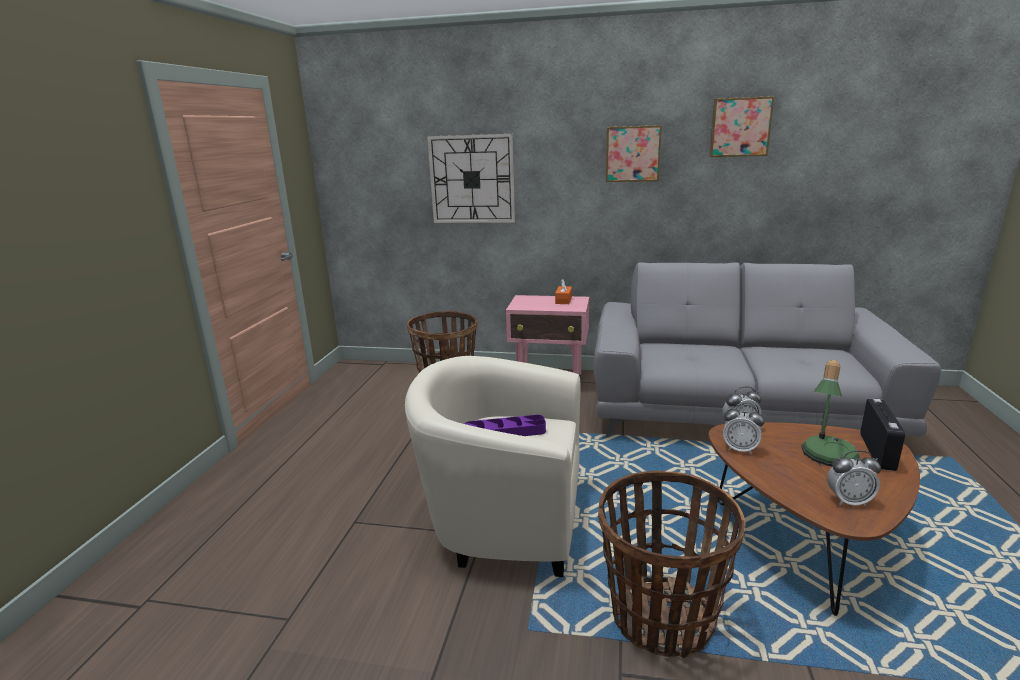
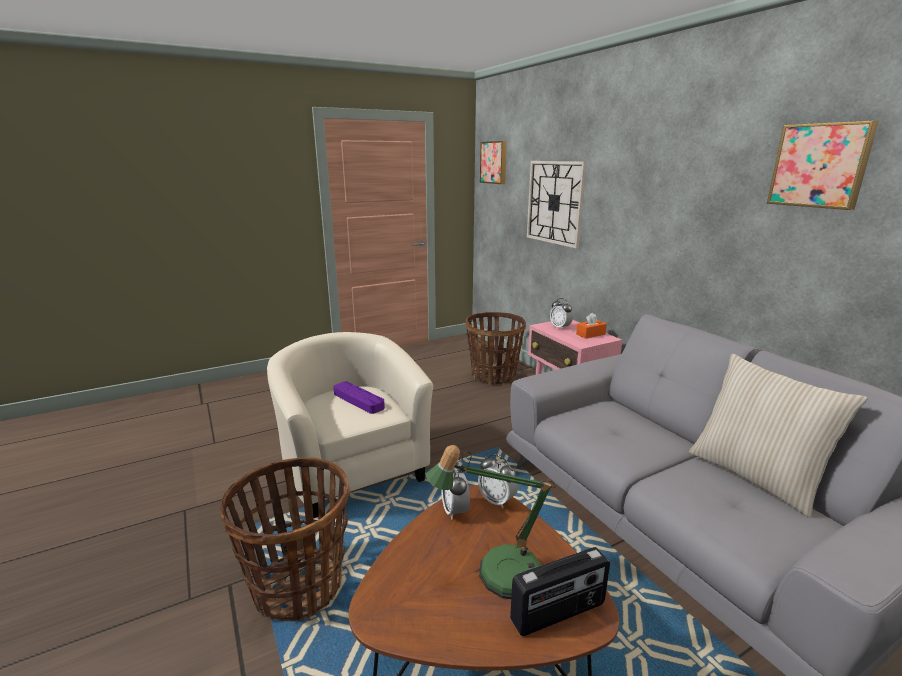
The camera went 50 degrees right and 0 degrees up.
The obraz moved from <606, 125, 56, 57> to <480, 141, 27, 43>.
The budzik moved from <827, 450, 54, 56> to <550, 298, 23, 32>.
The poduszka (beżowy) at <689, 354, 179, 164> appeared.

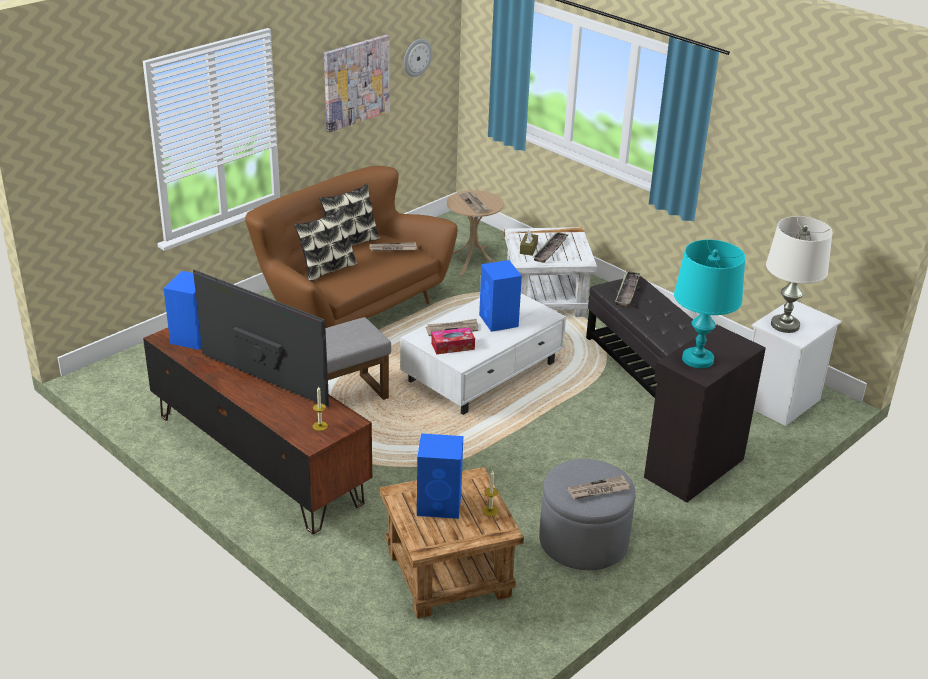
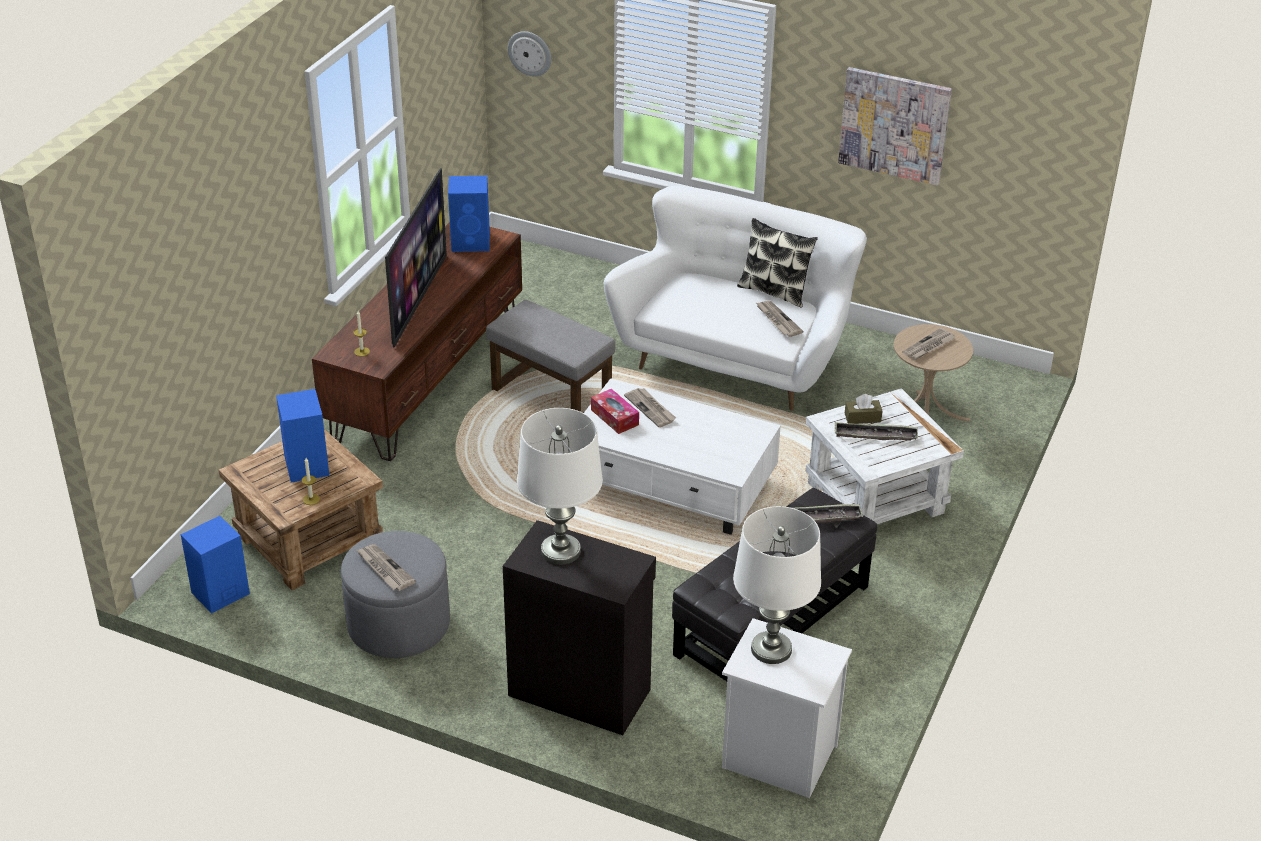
The camera went 70 degrees right and 5 degrees up.
The zegar ścienny moved from <404, 39, 28, 38> to <508, 31, 43, 45>.
The kanapa (brązowy) at <245, 166, 213, 162> became the kanapa (biały) at <604, 185, 263, 226>.
The poduszka at <294, 207, 63, 75> disappeared.
The lampa stołowa (turkusowy) at <674, 240, 71, 128> became the lampa stołowa (biały) at <517, 408, 86, 157>.
The głośnik (niebieski) moved from <479, 260, 43, 72> to <181, 516, 69, 97>.

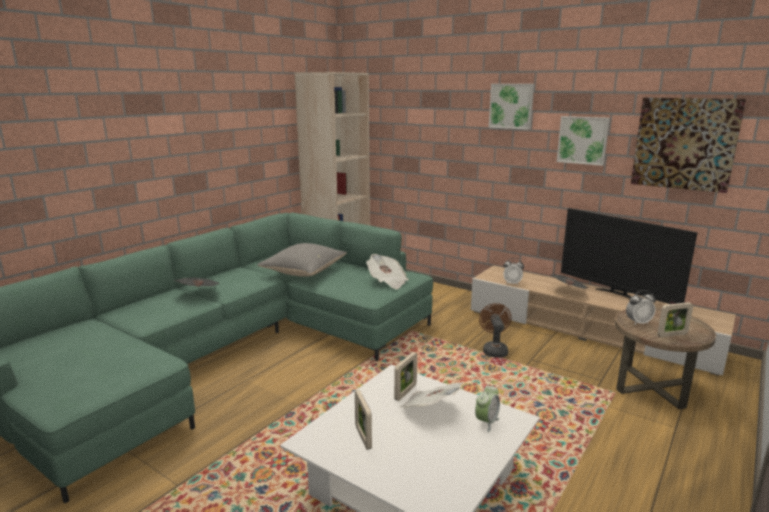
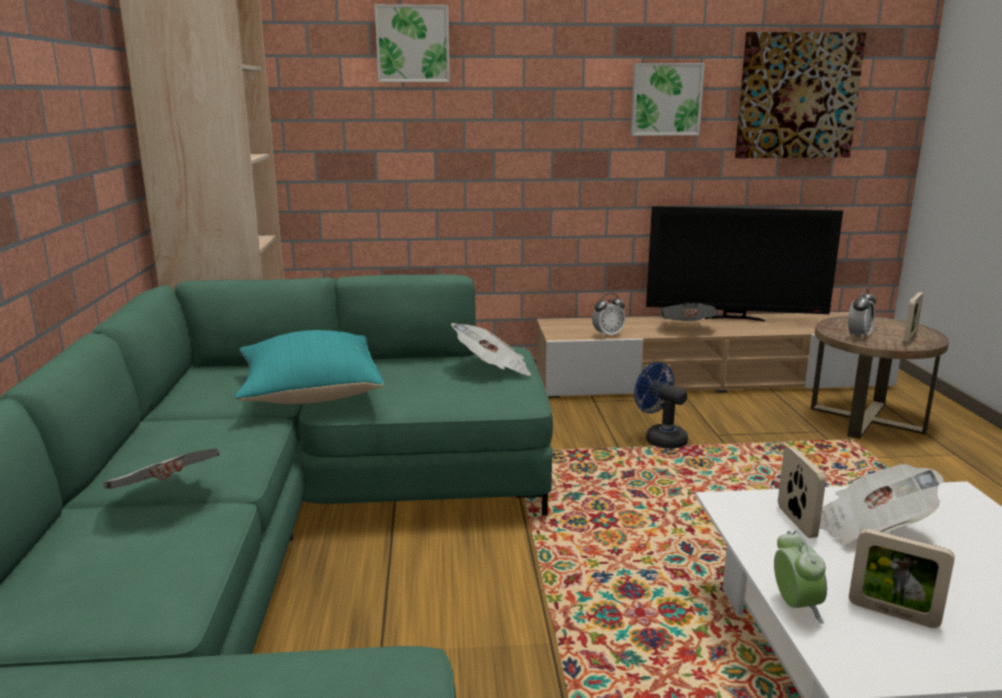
The camera went 40 degrees left and 0 degrees up.
The obraz moved from <489, 84, 45, 46> to <375, 4, 75, 78>.
The poduszka (szary) at <257, 243, 90, 34> became the poduszka (turkusowy) at <235, 330, 148, 74>.
The wentylator (brązowy) at <479, 303, 33, 55> became the wentylator (niebieski) at <634, 362, 54, 87>.
The budzik moved from <475, 384, 25, 48> to <774, 531, 53, 93>.

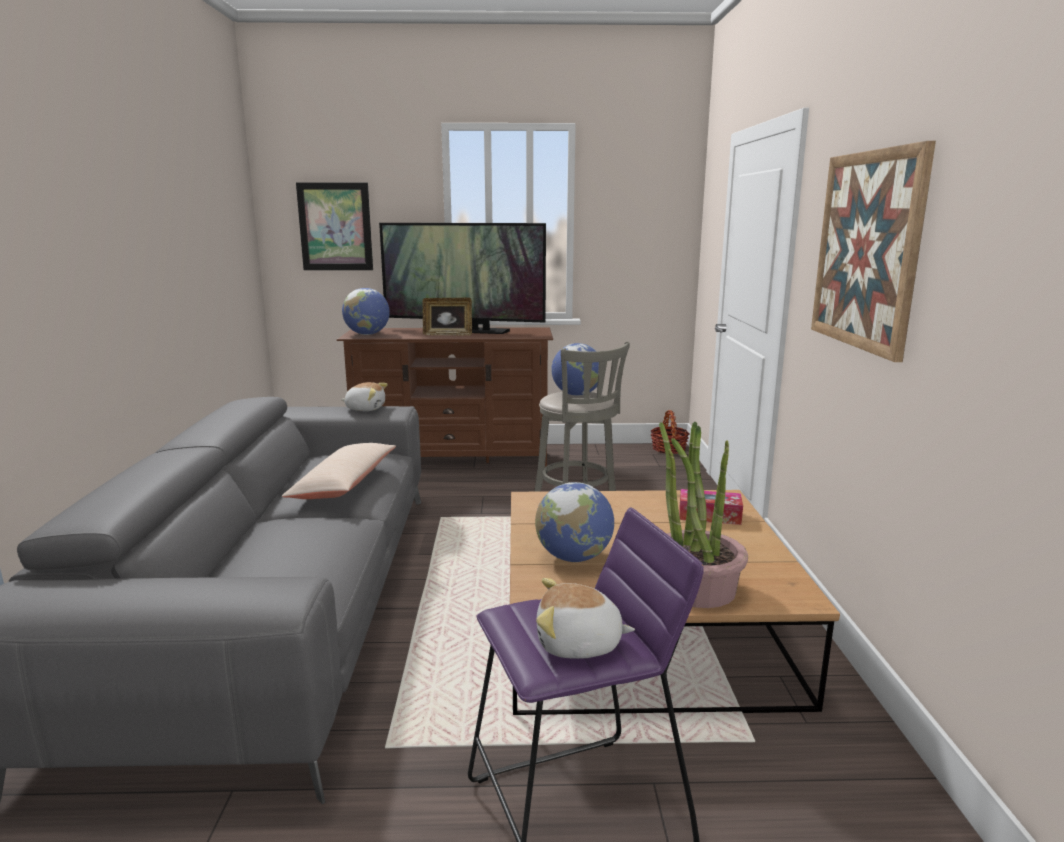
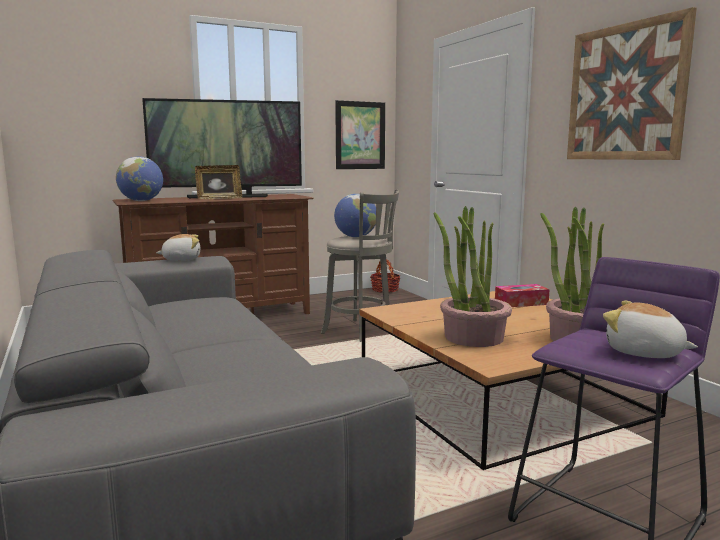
The camera went 25 degrees left and 5 degrees down.
The obraz moved from <296, 182, 77, 88> to <335, 100, 50, 69>.
The poduszka (beżowy) at <282, 443, 114, 56> disappeared.
The globus at <535, 482, 79, 80> was replaced by the roślina doniczkowa at <433, 206, 79, 141>.
The pluszak at <536, 578, 99, 81> turned 60 degrees clockwise.

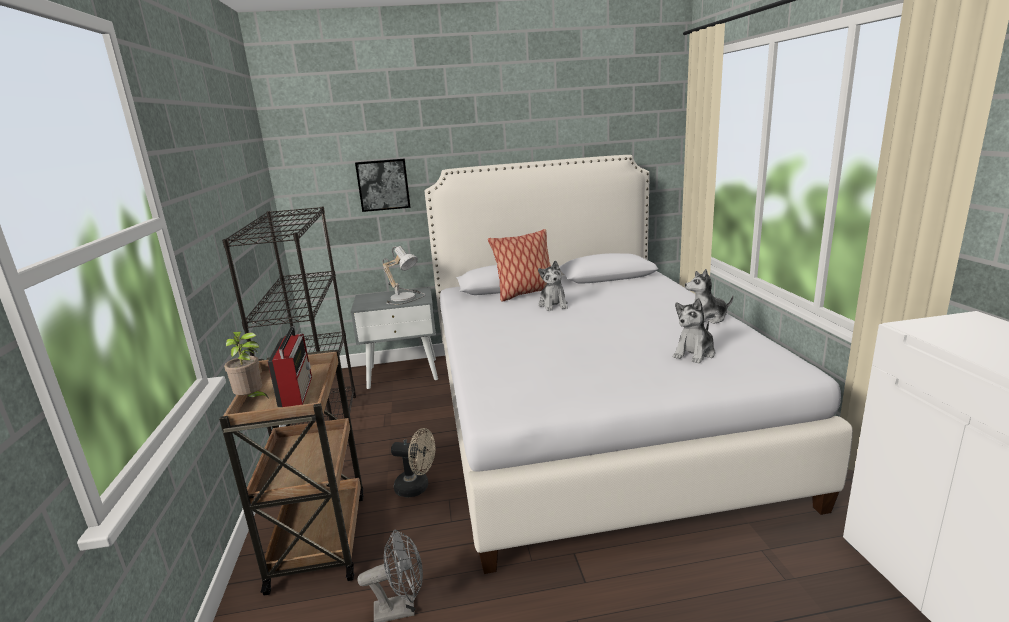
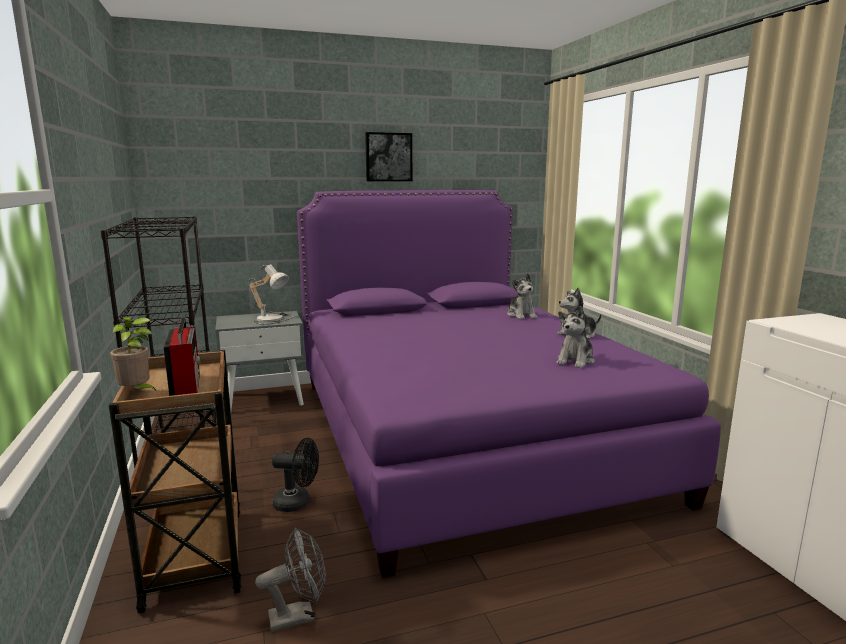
The camera went 10 degrees left and 5 degrees down.
The łóżko (biały) at <425, 155, 428, 419> became the łóżko (fioletowy) at <297, 190, 424, 388>.
The obraz moved from <355, 159, 55, 53> to <365, 132, 47, 49>.
The poduszka at <488, 229, 63, 73> disappeared.
The pluszak moved from <538, 260, 30, 51> to <507, 273, 30, 46>.
The wentylator (beżowy) at <391, 428, 44, 69> became the wentylator (czarny) at <272, 438, 47, 74>.

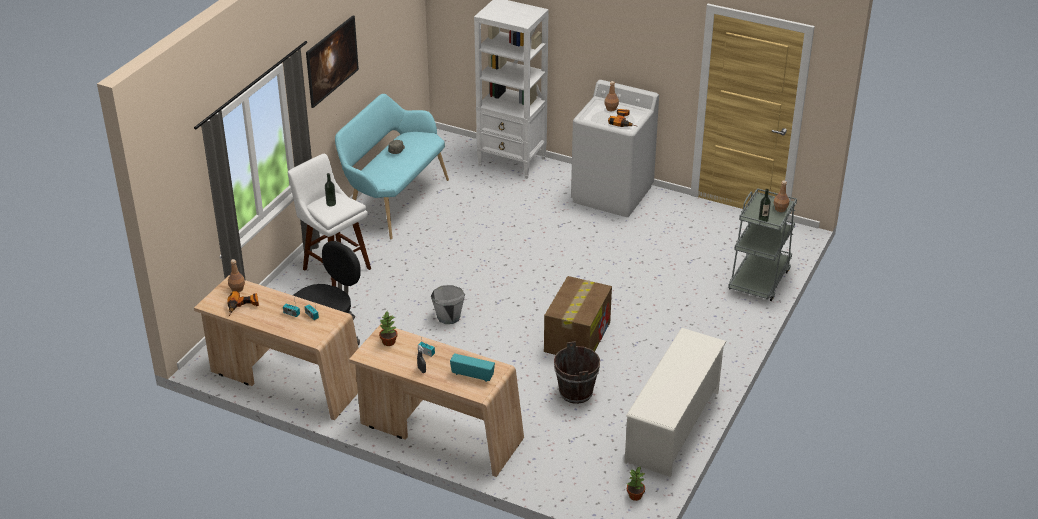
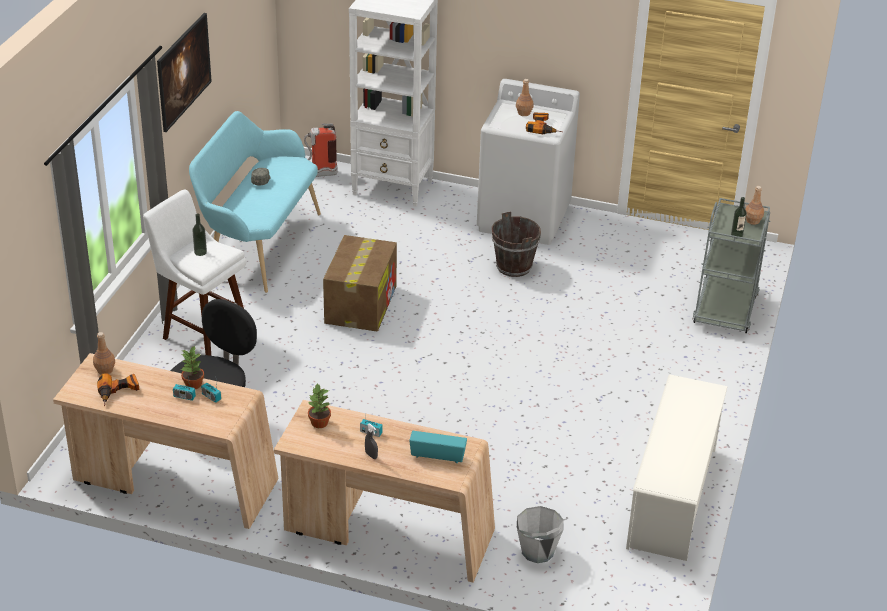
The camera went 10 degrees left and 0 degrees up.
The karton moved from <544, 276, 68, 79> to <323, 235, 74, 97>.
The wiadro (szary) moved from <431, 285, 34, 39> to <517, 506, 47, 57>.
The wiadro (brązowy) moved from <554, 341, 46, 63> to <492, 211, 49, 66>.
The roślina doniczkowa moved from <627, 466, 18, 35> to <181, 346, 23, 43>.
The gaśnica at <304, 123, 34, 54> appeared.

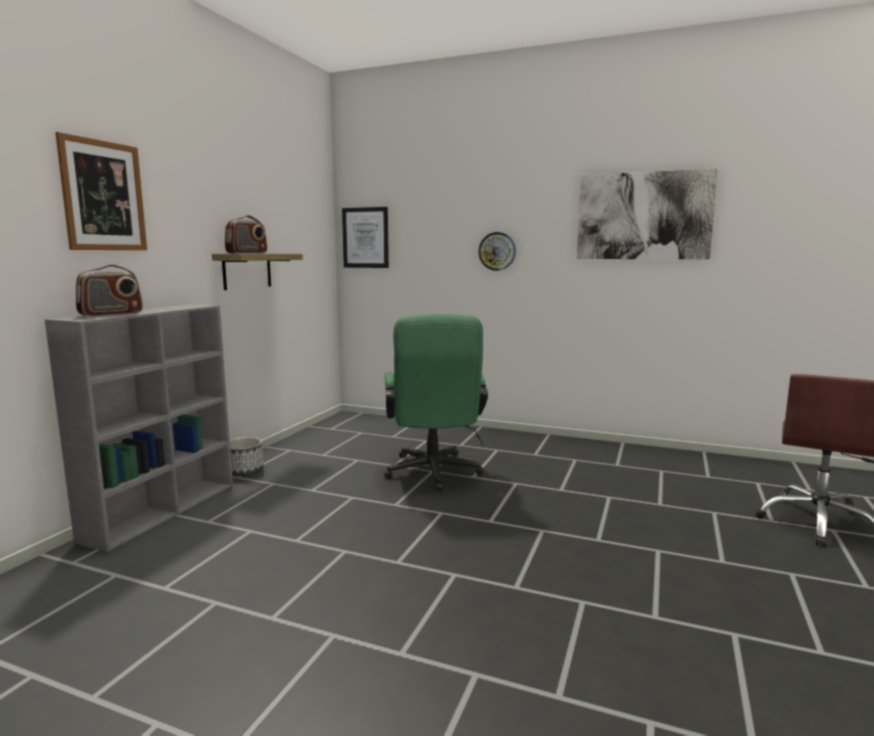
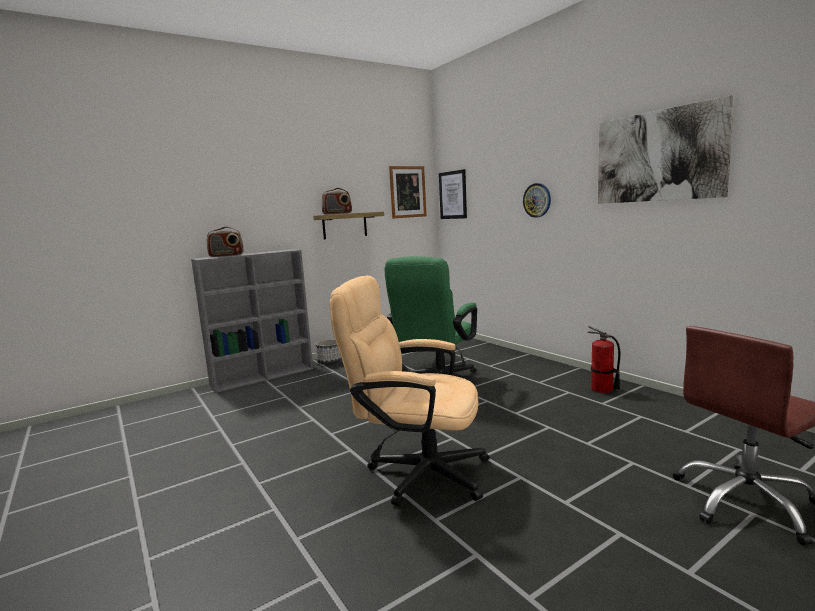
The camera went 35 degrees right and 0 degrees up.
The obraz moved from <55, 132, 92, 118> to <389, 166, 38, 53>.
The krzesło biurowe (beżowy) at <330, 275, 160, 231> appeared.
The gaśnica at <588, 326, 32, 67> appeared.

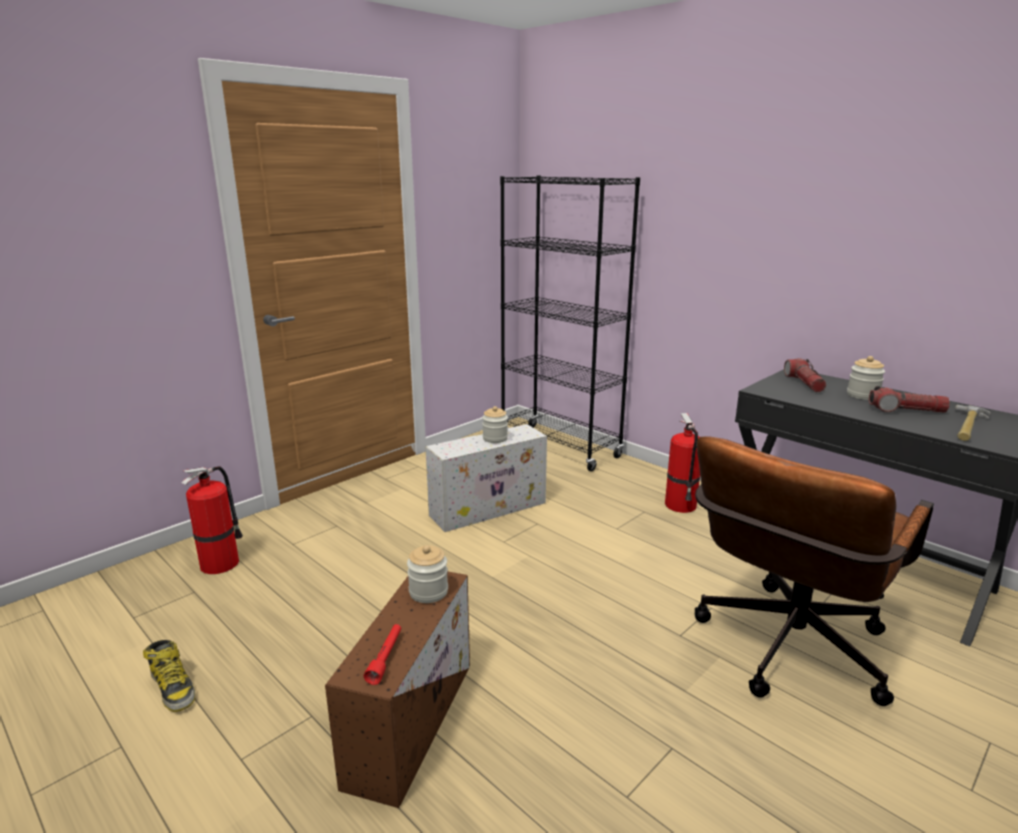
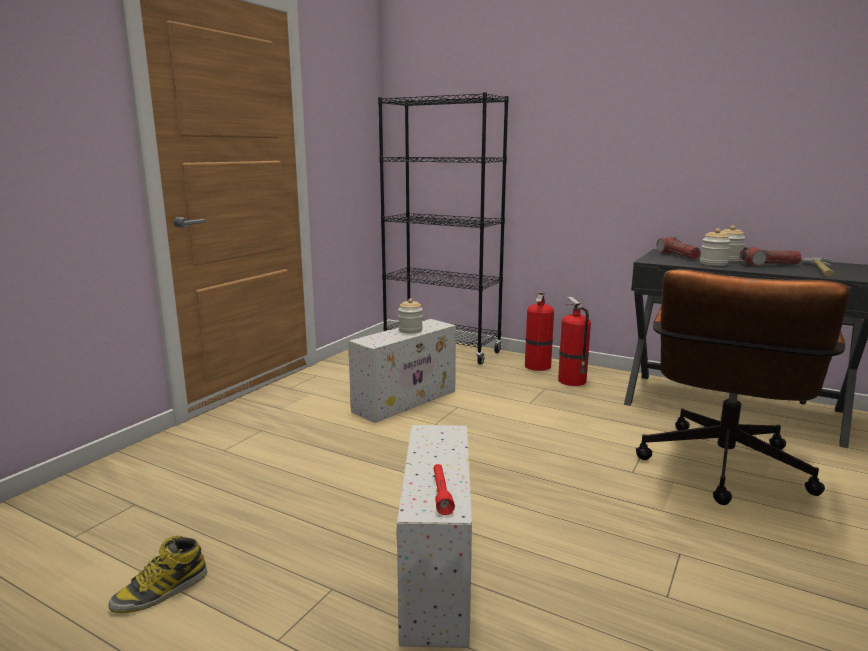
The camera went 15 degrees left and 5 degrees down.
The gaśnica moved from <182, 466, 61, 108> to <525, 292, 29, 79>.
The słoik moved from <407, 545, 41, 58> to <700, 228, 31, 38>.
The pojemnik do przechowywania (brązowy) at <325, 571, 145, 237> became the pojemnik do przechowywania (biały) at <397, 425, 75, 223>.
The but z cholewką at <143, 640, 52, 72> turned 105 degrees clockwise.

